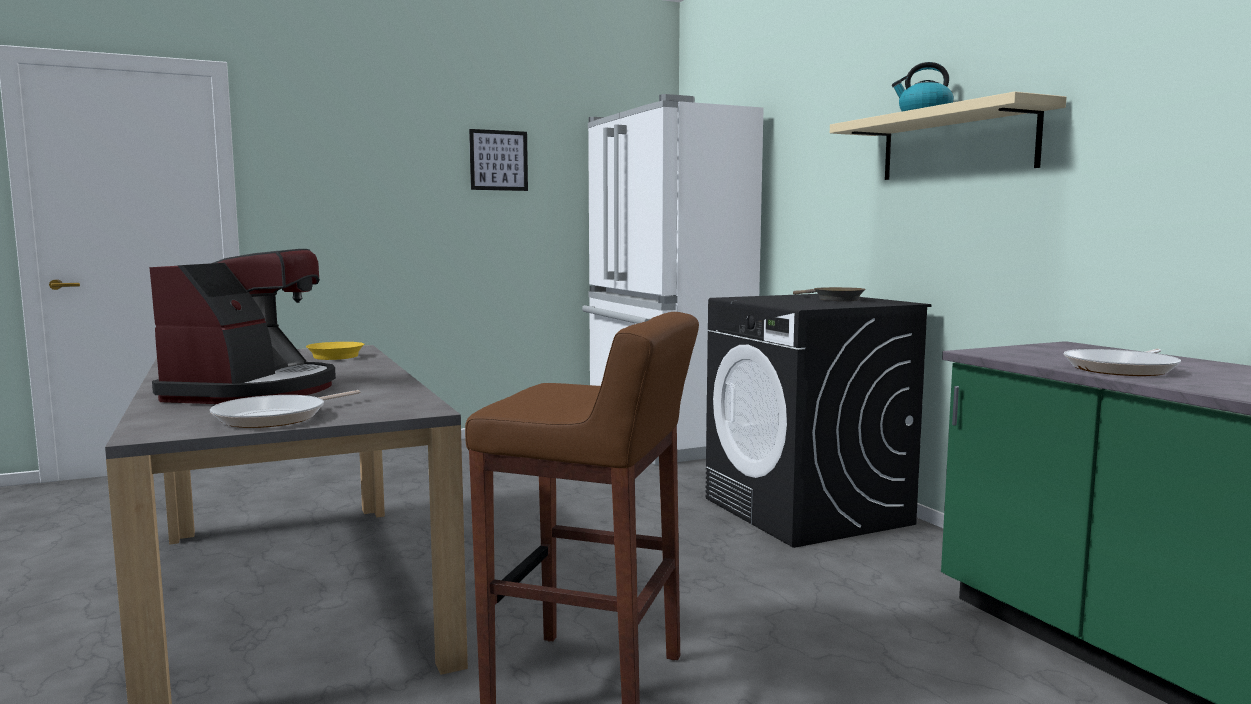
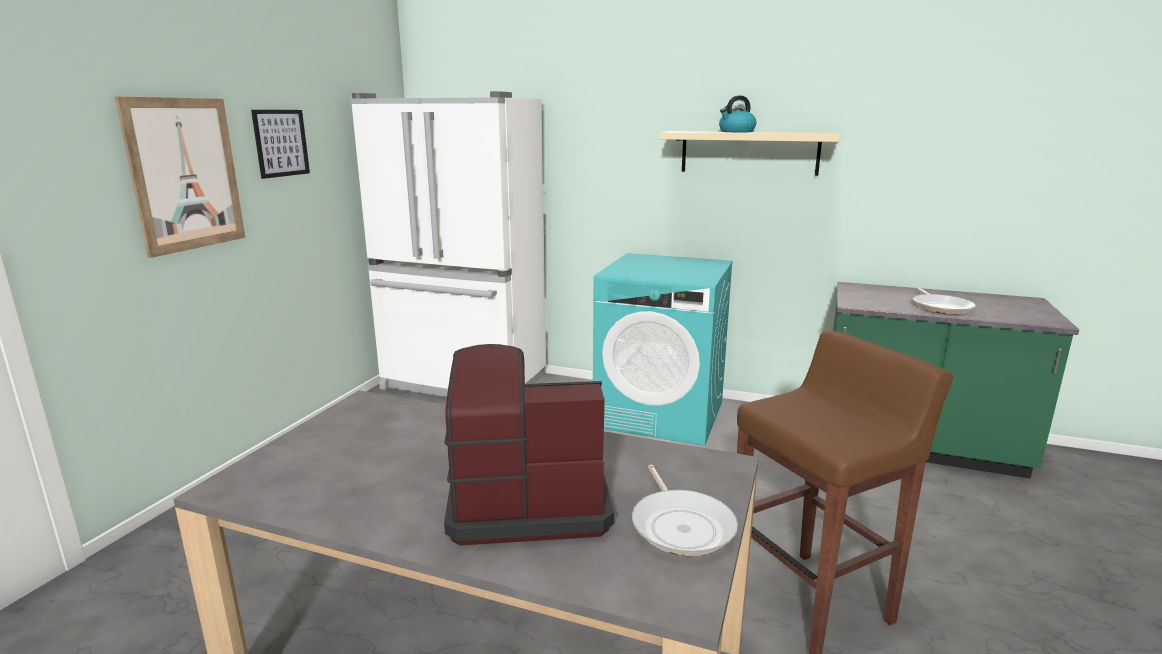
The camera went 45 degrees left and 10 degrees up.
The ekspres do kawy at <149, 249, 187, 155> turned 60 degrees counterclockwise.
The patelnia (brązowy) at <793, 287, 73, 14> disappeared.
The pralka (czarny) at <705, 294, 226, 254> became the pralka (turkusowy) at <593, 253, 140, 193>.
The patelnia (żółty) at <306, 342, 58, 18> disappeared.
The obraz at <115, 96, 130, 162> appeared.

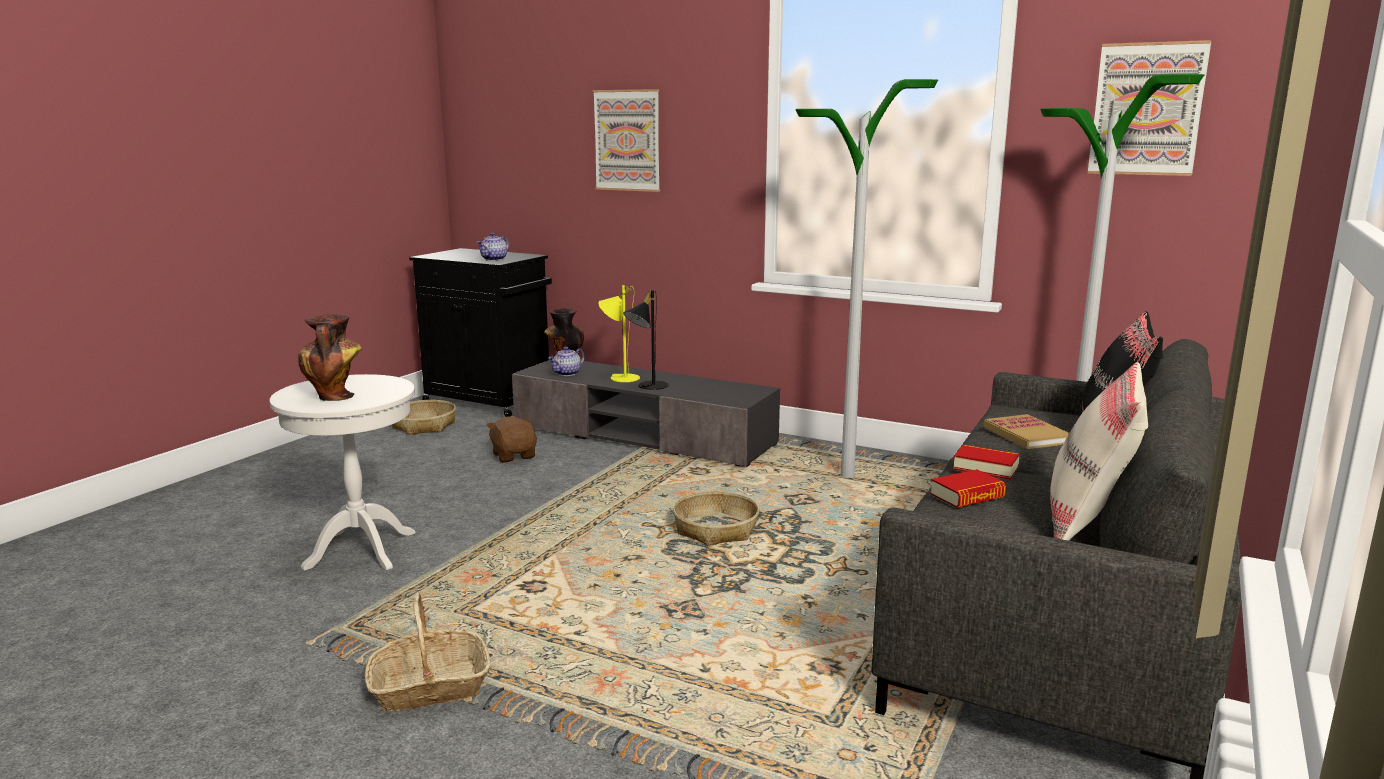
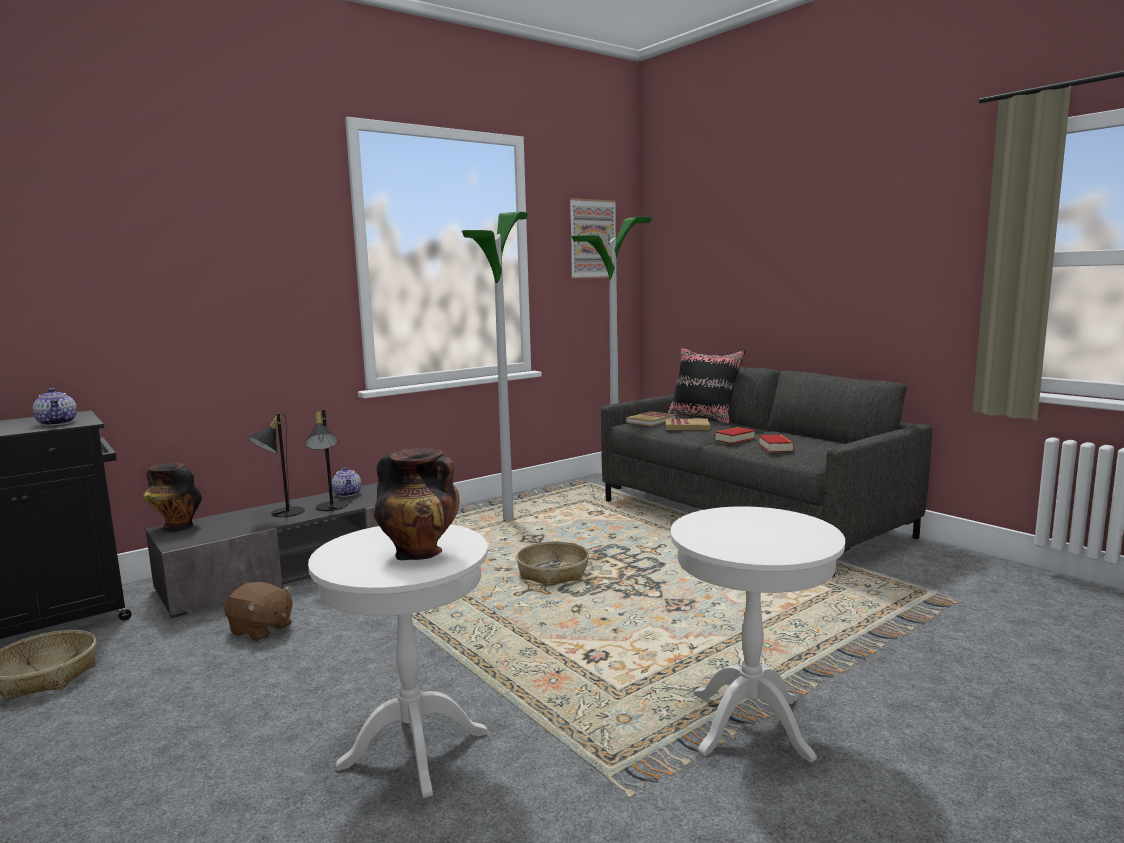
The camera went 65 degrees left and 5 degrees down.
The obraz at <593, 89, 67, 103> disappeared.
The lampa stołowa (żółty) at <598, 285, 42, 97> became the lampa stołowa (czarny) at <247, 413, 58, 104>.
The imbryk moved from <548, 347, 37, 29> to <332, 467, 29, 30>.
The poduszka (beżowy) at <1050, 362, 98, 179> disappeared.
The pluszak (brązowy) at <486, 416, 51, 46> turned 150 degrees counterclockwise.
The koszyk at <364, 592, 127, 120> was replaced by the stolik (biały) at <671, 506, 174, 257>.
The książka at <626, 411, 49, 15> appeared.

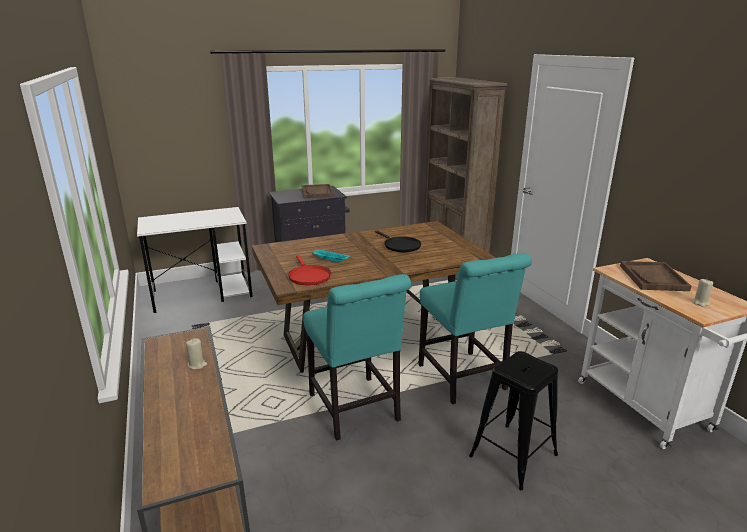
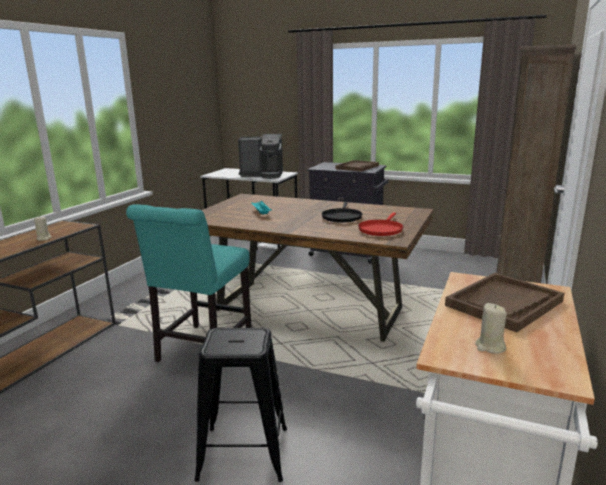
The camera went 45 degrees right and 5 degrees down.
The krzesło (turkusowy) at <418, 253, 114, 151> disappeared.
The patelnia (czerwony) moved from <288, 255, 43, 30> to <358, 212, 45, 24>.
The ekspres do kawy at <238, 134, 45, 45> appeared.

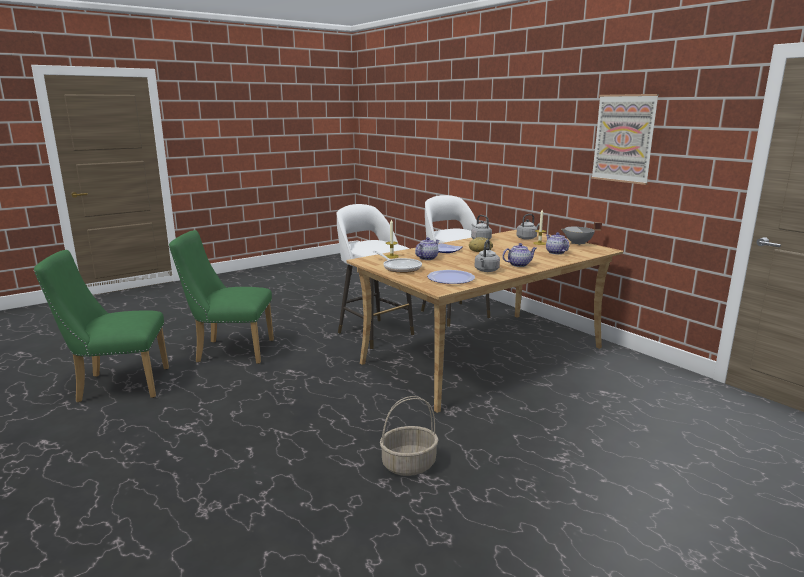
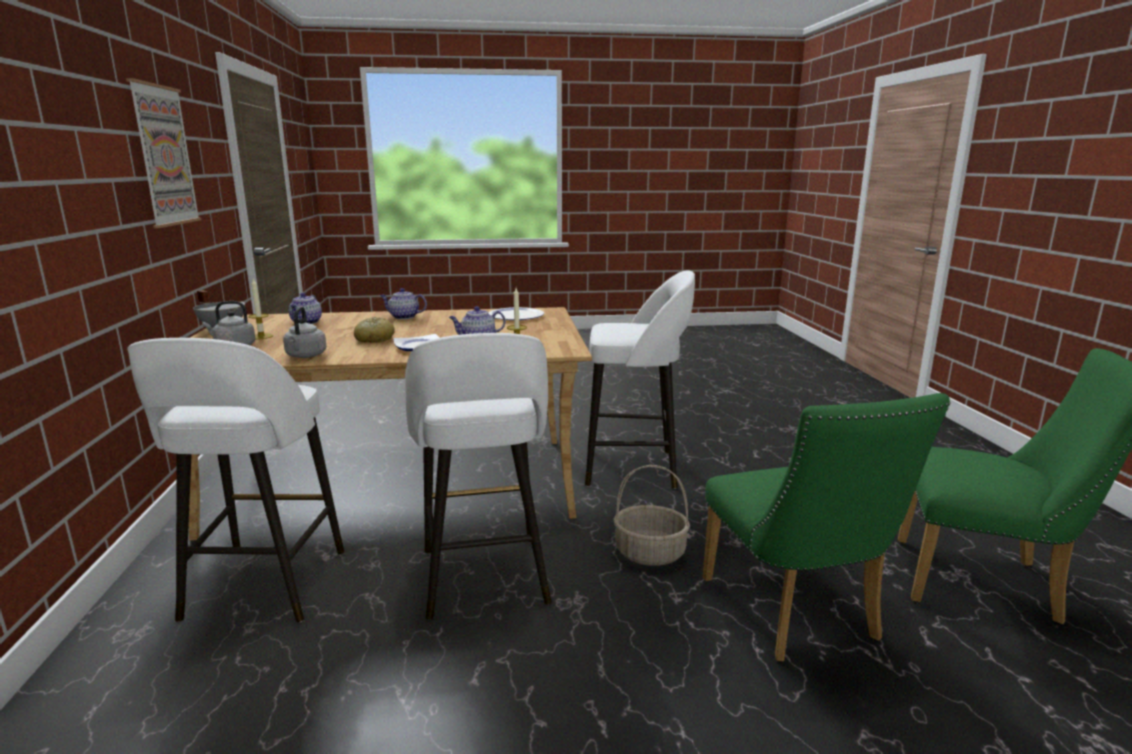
The camera went 150 degrees left and 0 degrees up.
The krzesło (zielony) at <169, 230, 105, 134> turned 45 degrees clockwise.
The czajnik (szary) at <475, 239, 25, 33> disappeared.
The patelnia at <373, 251, 49, 22> disappeared.
The koszyk moved from <380, 396, 59, 80> to <614, 465, 76, 101>.
The stołek (biały) at <585, 270, 110, 219> appeared.

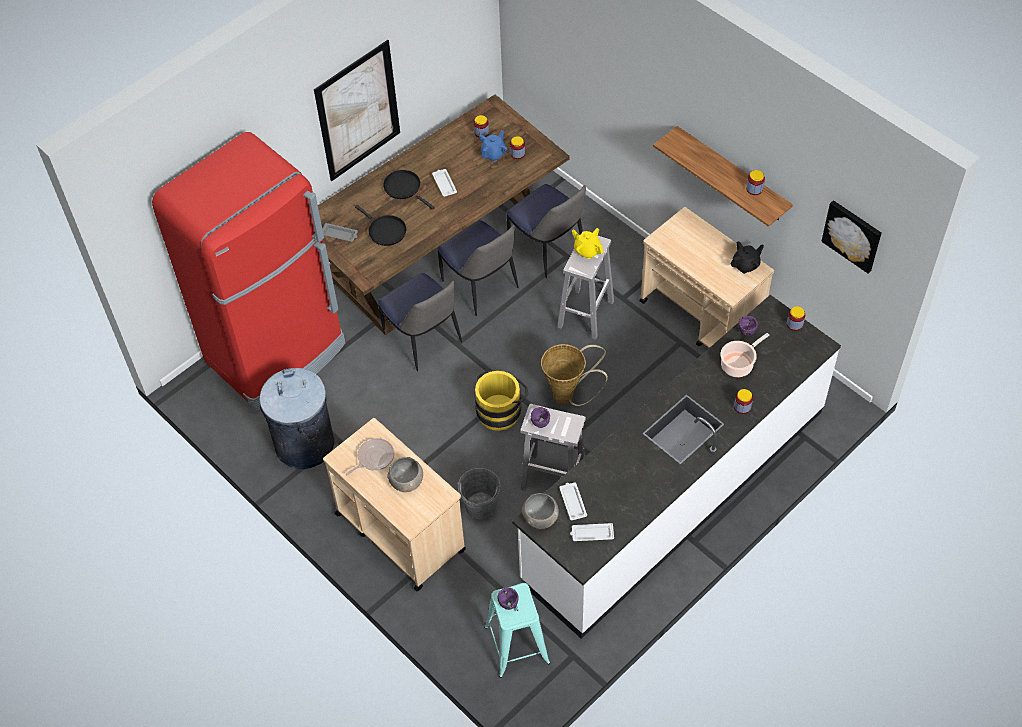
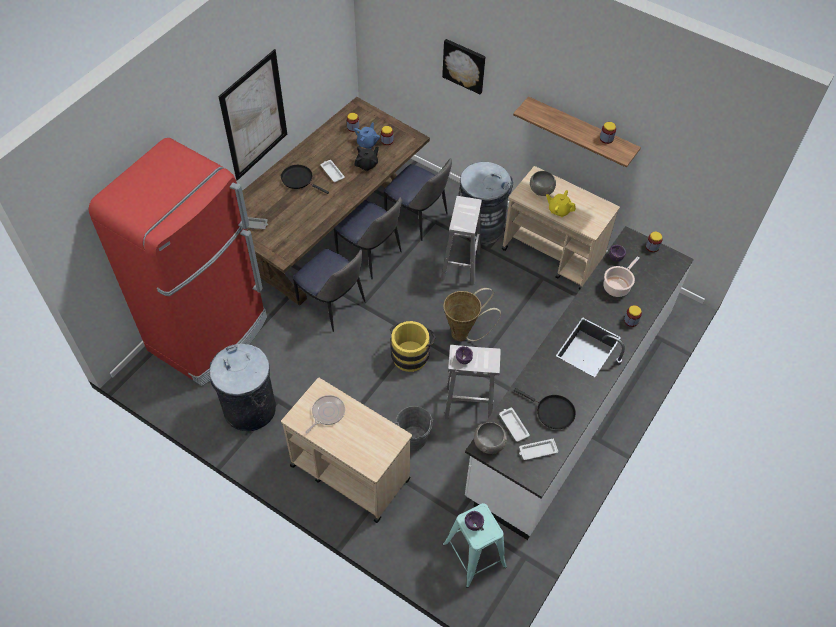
The camera went 15 degrees left and 0 degrees up.
The obraz moved from <821, 200, 61, 73> to <442, 39, 44, 55>.
The patelnia (czarny) moved from <355, 205, 51, 41> to <514, 388, 62, 41>.
The imbryk (żółty) moved from <572, 228, 31, 31> to <546, 190, 30, 27>.
The imbryk (czarny) moved from <730, 241, 34, 33> to <354, 146, 25, 25>.
The miska (szary) moved from <387, 457, 36, 35> to <530, 171, 26, 25>.
The kosz na śmieci (szary) at <458, 162, 55, 82> appeared.

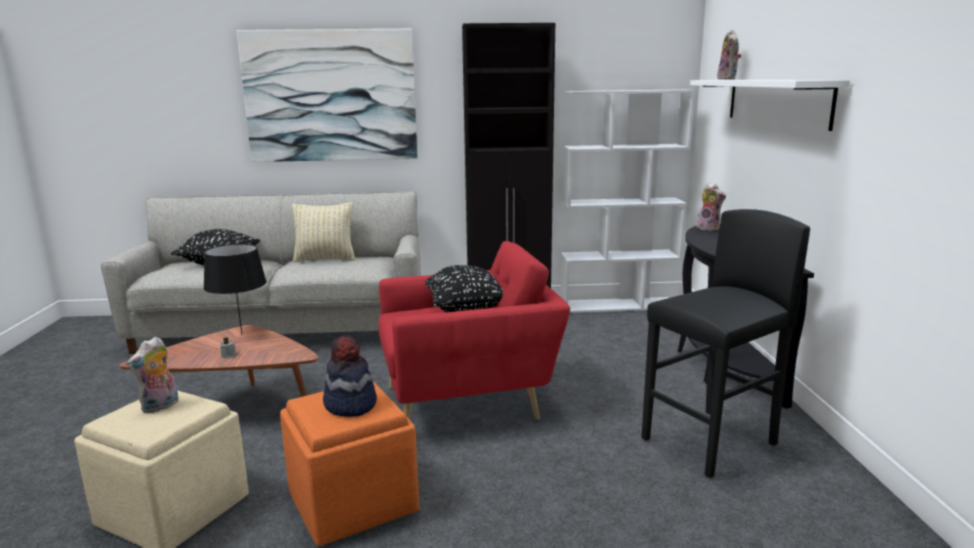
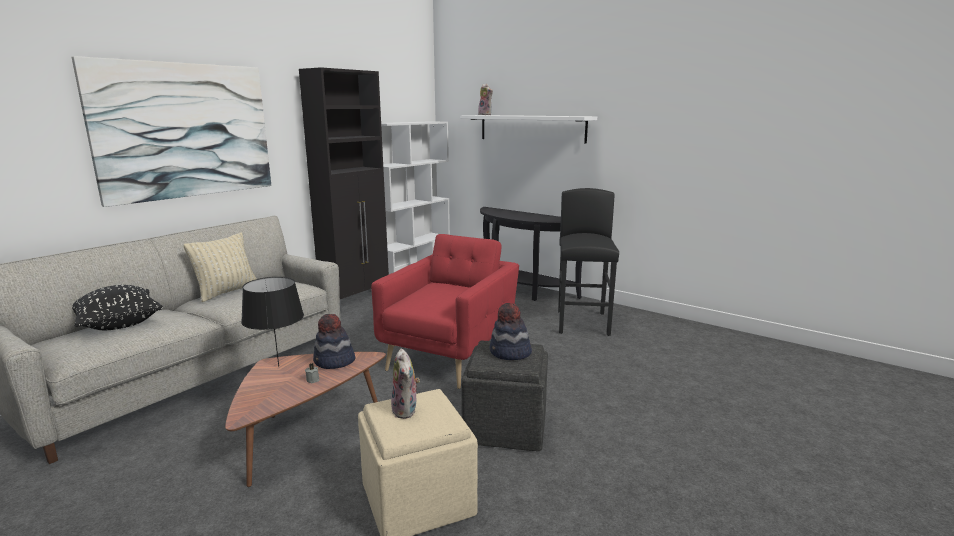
The camera went 50 degrees left and 0 degrees up.
The pluszak at <697, 183, 29, 48> disappeared.
The poduszka (czarny) at <425, 265, 78, 47> disappeared.
The pufa (pomarańczowy) at <280, 381, 139, 165> became the pufa (szary) at <461, 341, 87, 110>.
The kapelusz at <313, 314, 42, 55> appeared.

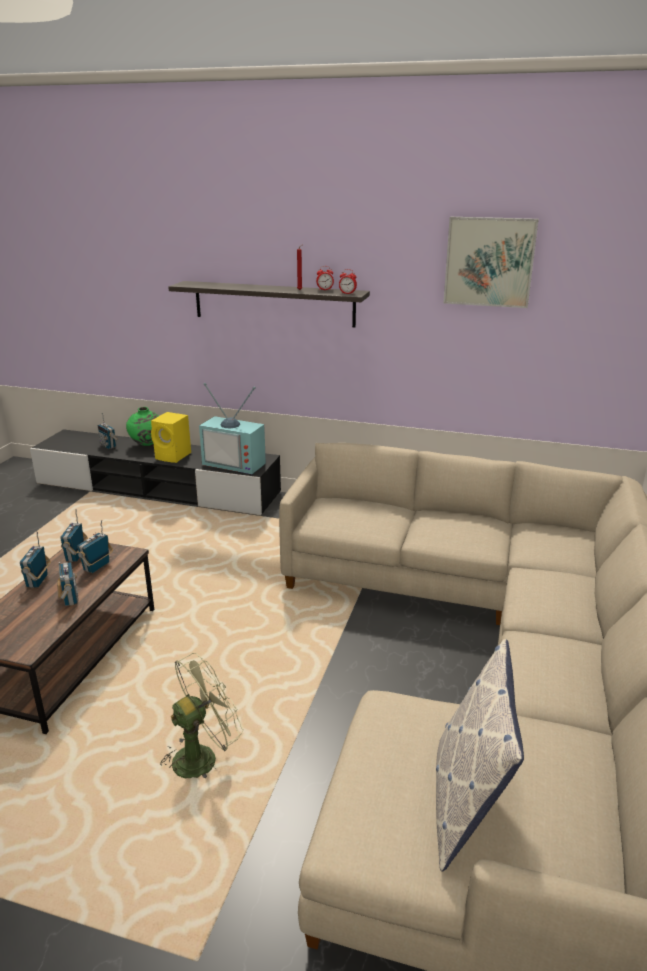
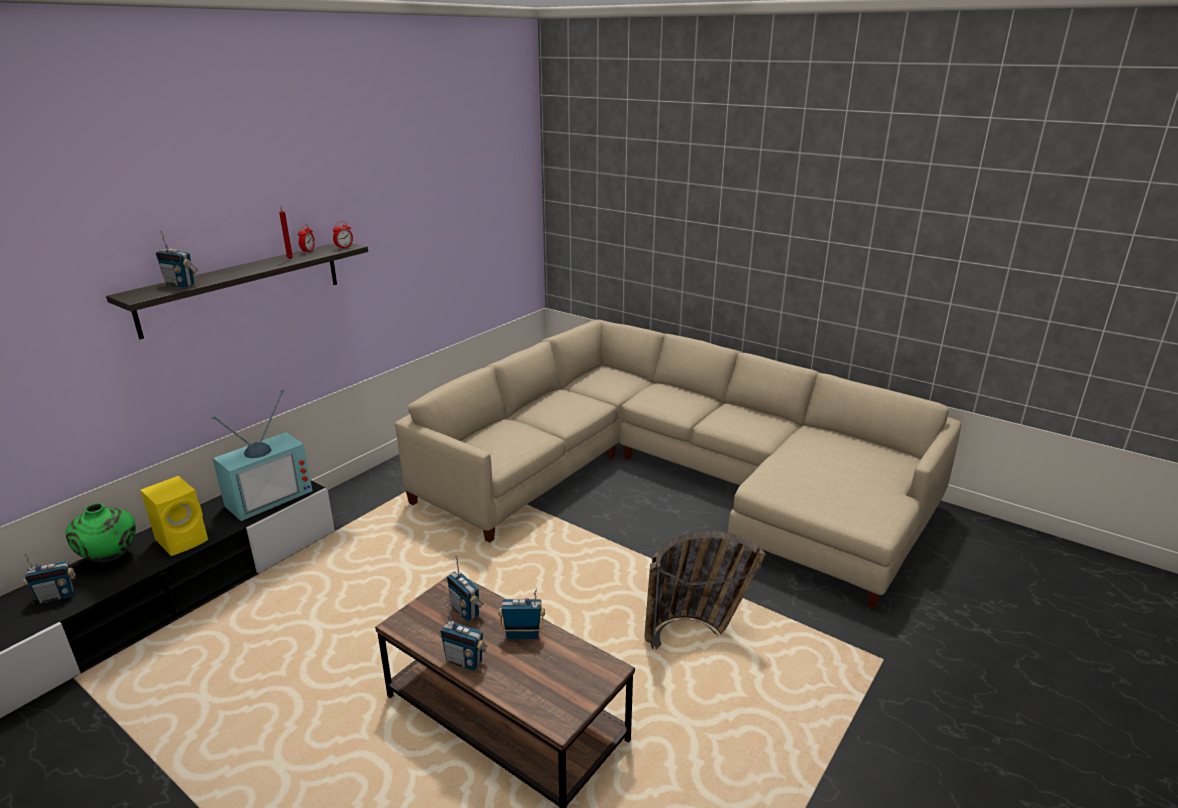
The camera went 70 degrees left and 0 degrees up.
The obraz at <443, 217, 96, 91> disappeared.
The radio moved from <60, 509, 28, 53> to <156, 231, 41, 57>.
The poduszka at <436, 639, 88, 232> disappeared.
The wentylator (zielony) at <160, 653, 83, 126> was replaced by the koszyk at <645, 531, 121, 118>.

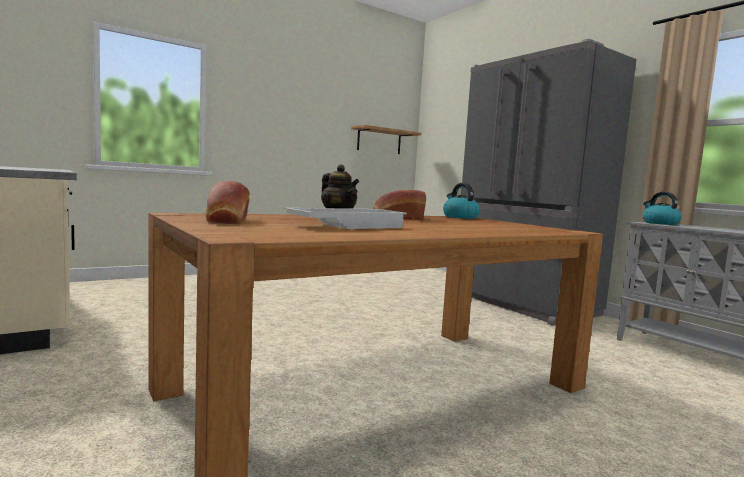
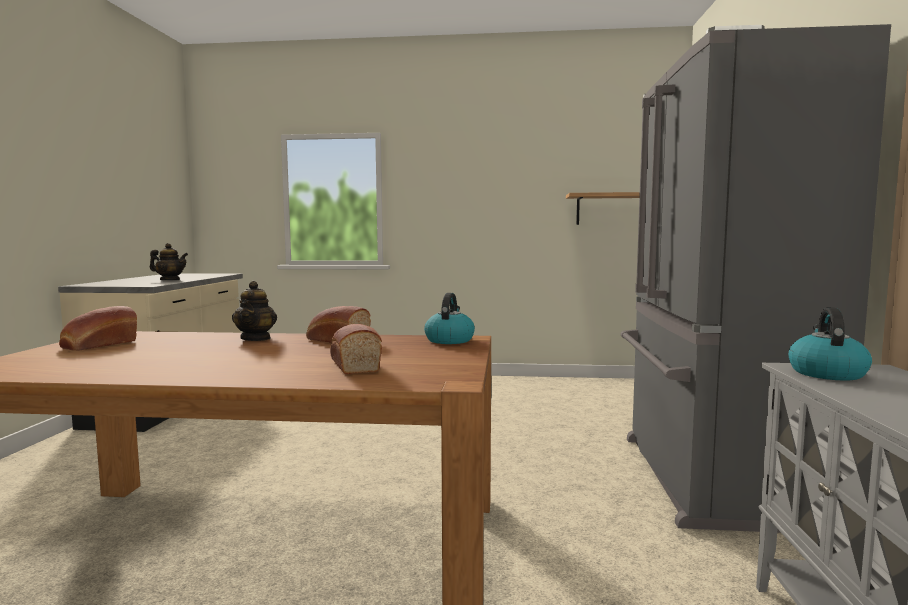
The camera went 40 degrees right and 0 degrees up.
The taca (biały) at <283, 208, 124, 21> disappeared.
The imbryk at <150, 243, 38, 37> appeared.
The chleb at <330, 324, 52, 50> appeared.

